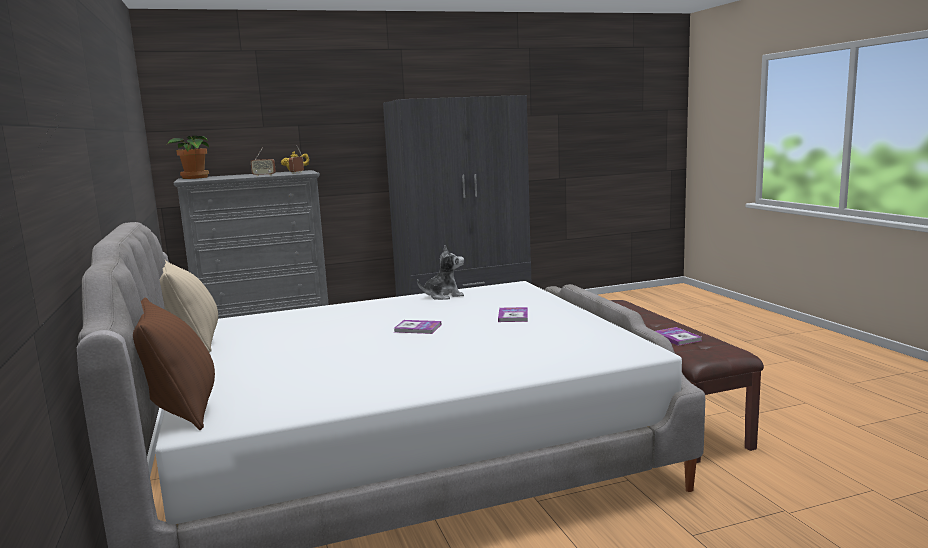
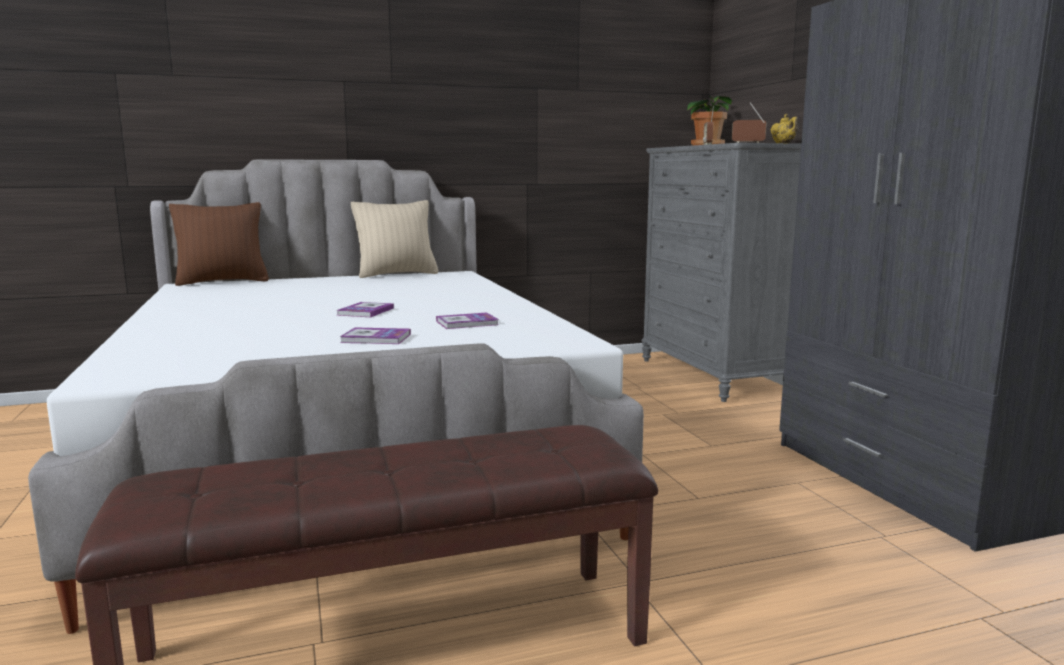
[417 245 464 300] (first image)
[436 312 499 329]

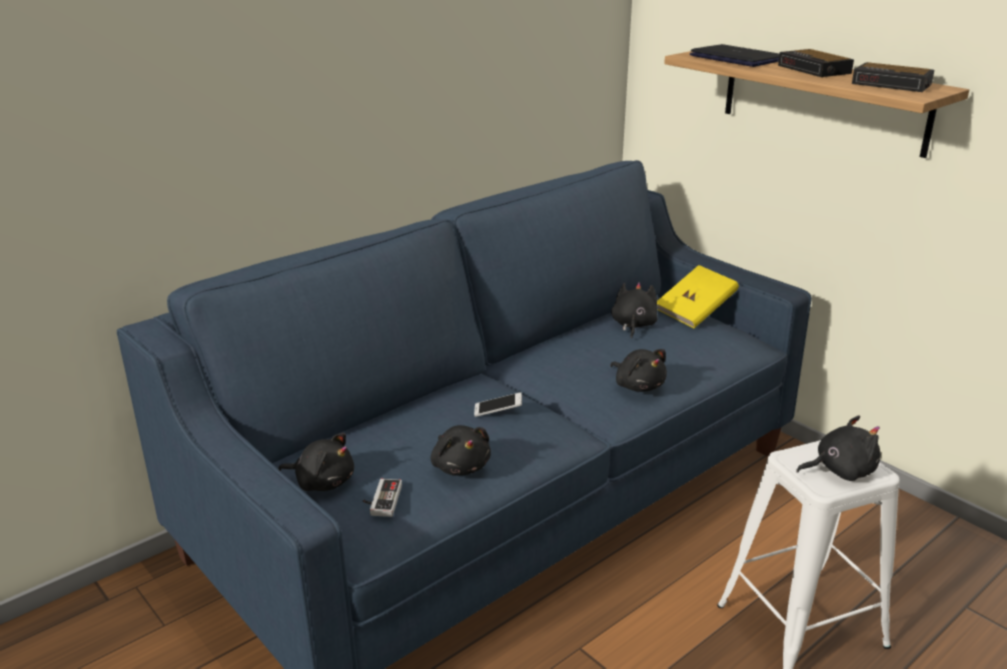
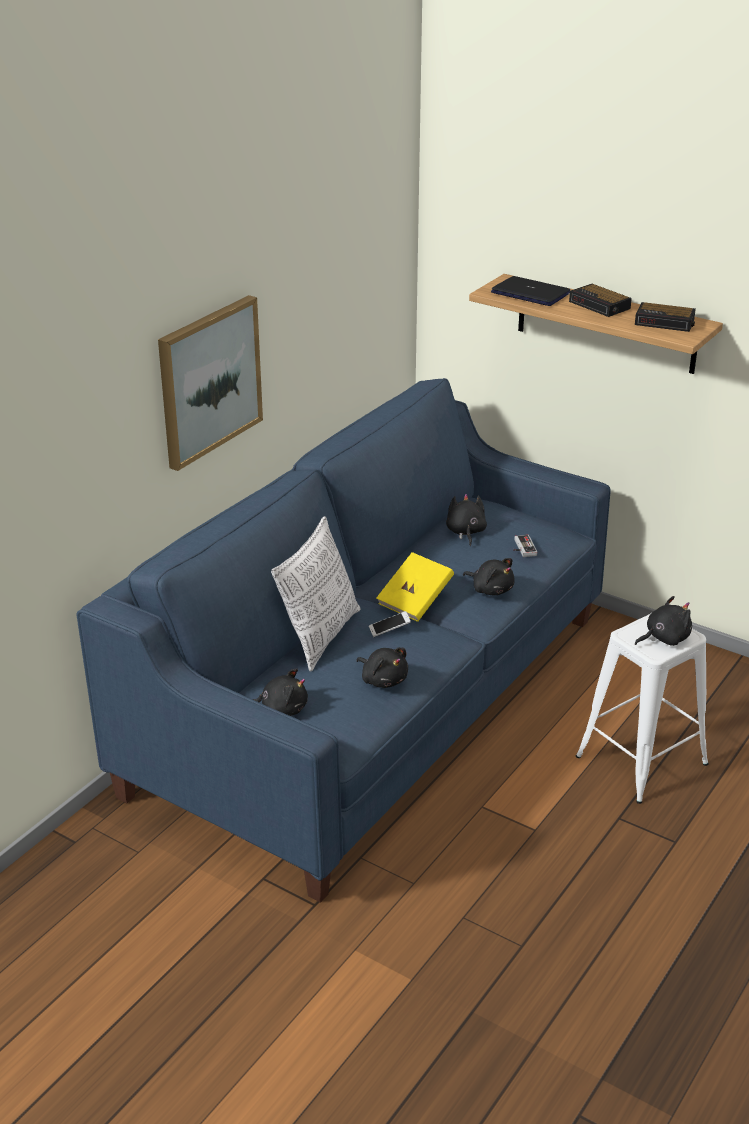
[376 552 454 622]
[513 535 537 557]
[158 295 263 471]
[271 516 361 672]

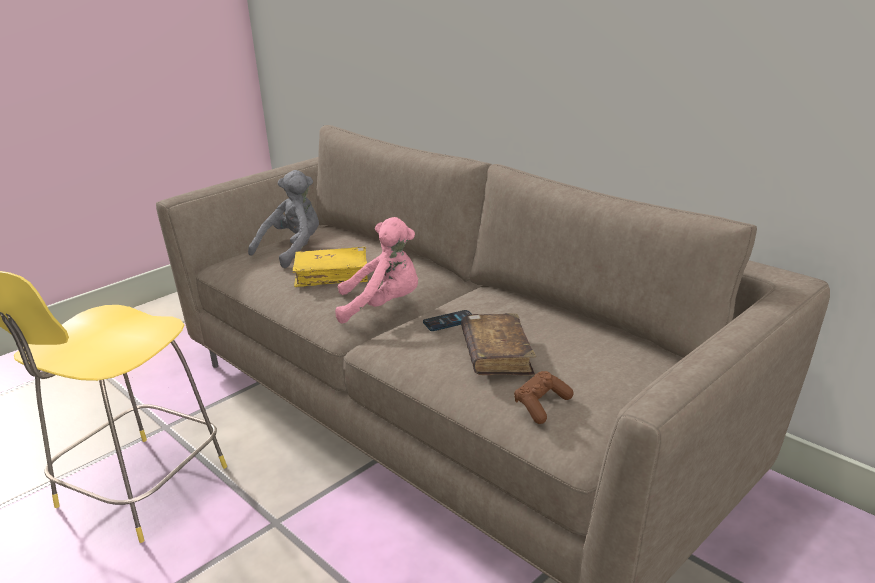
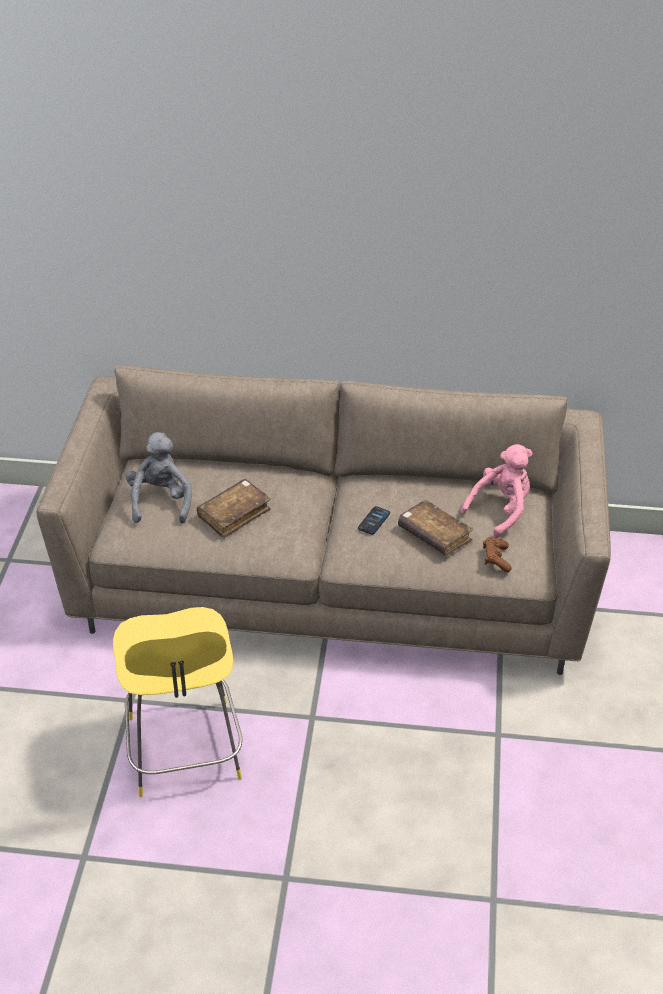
[460 444 532 538]
[197 479 271 538]

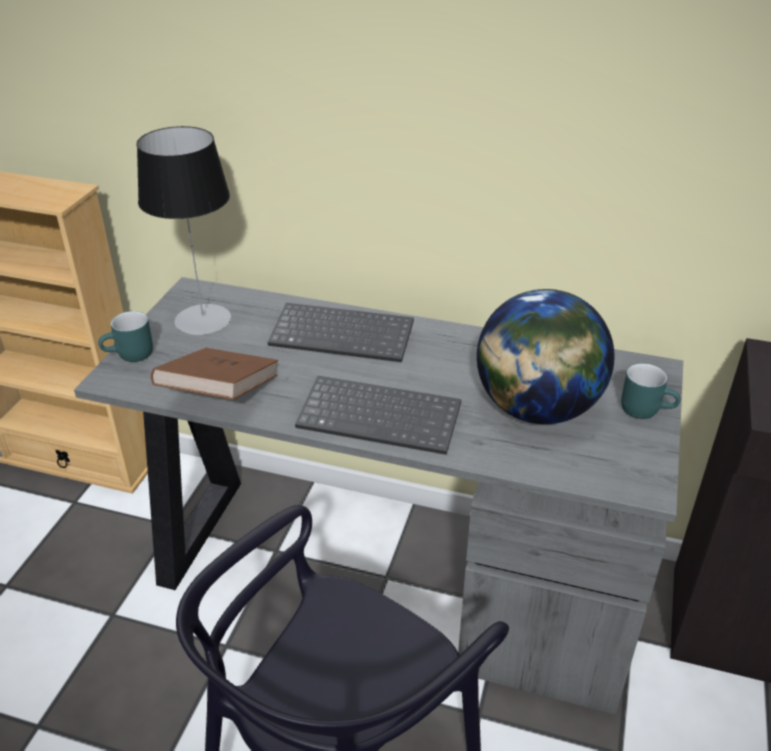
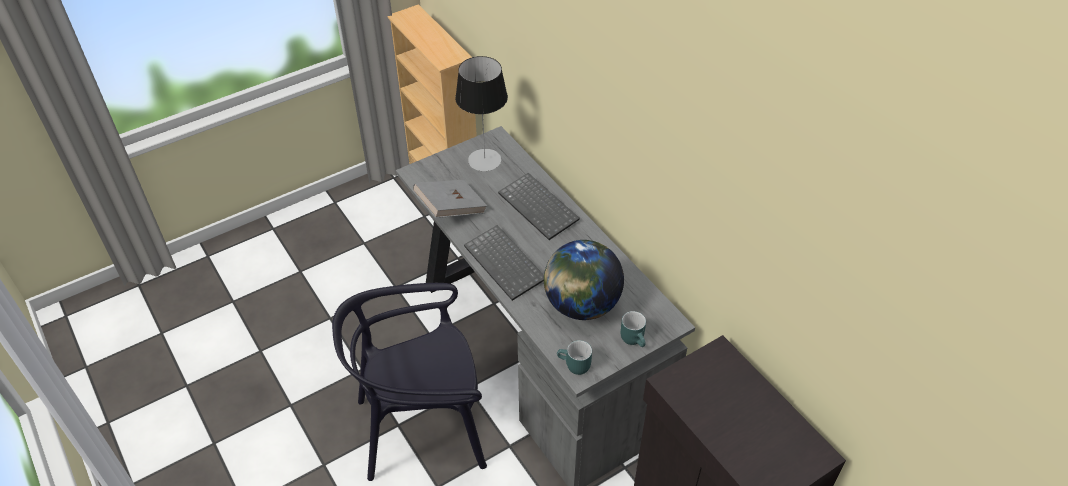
[557 340 592 375]
[412 180 487 218]

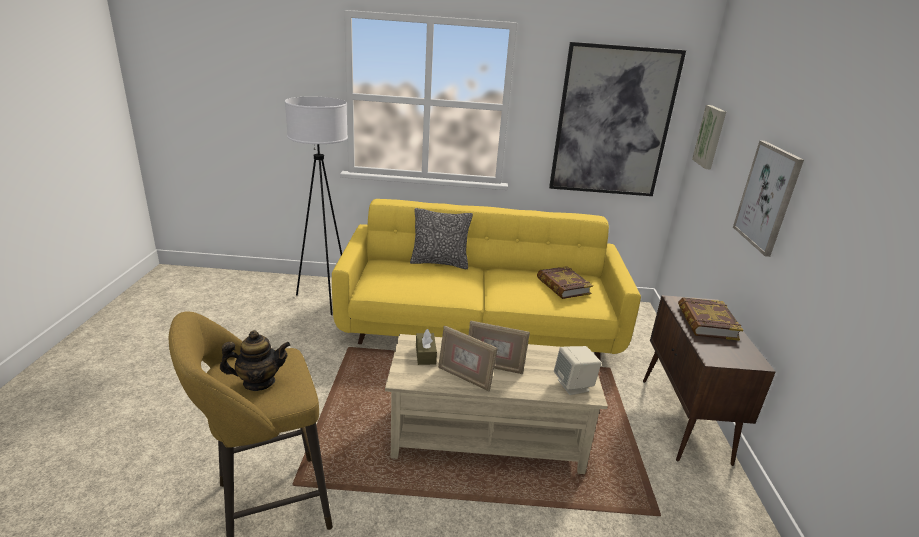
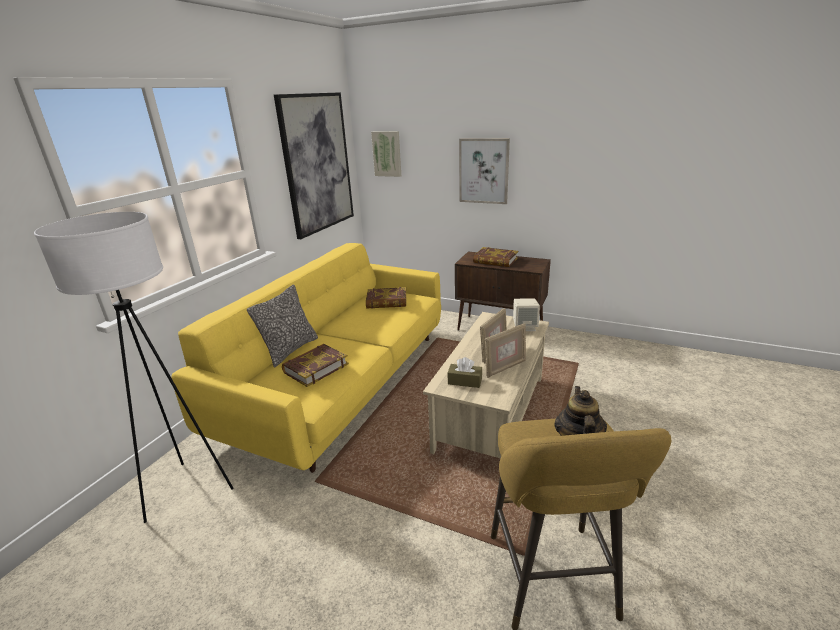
[282 344 349 387]

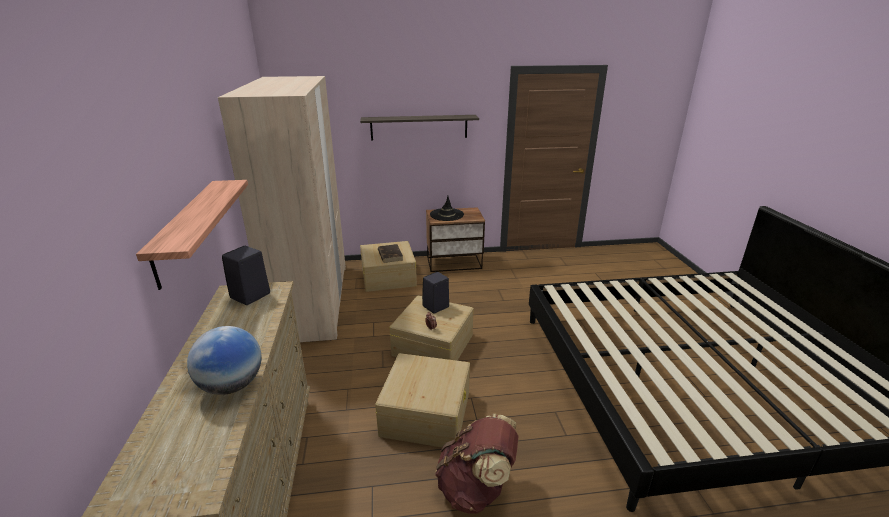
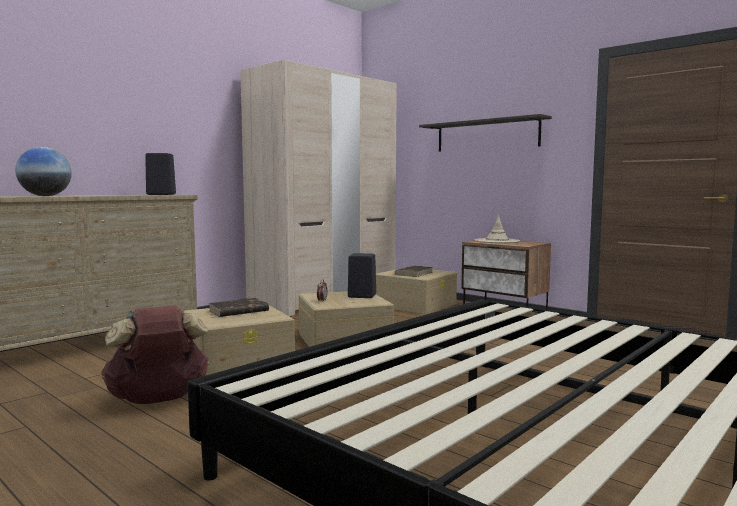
[136 180 248 290] (first image)
[474 214 520 243]
[208 298 269 317]

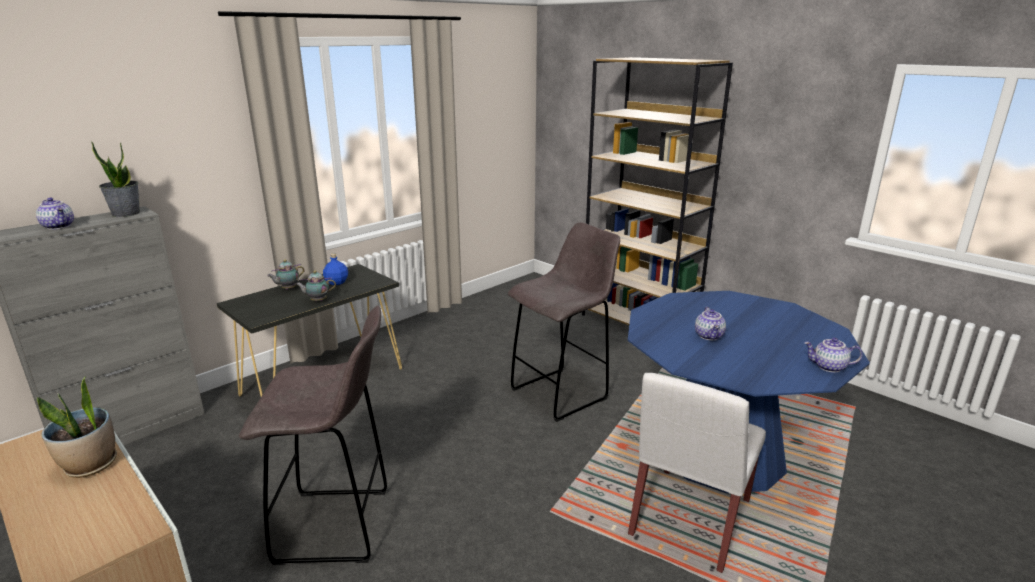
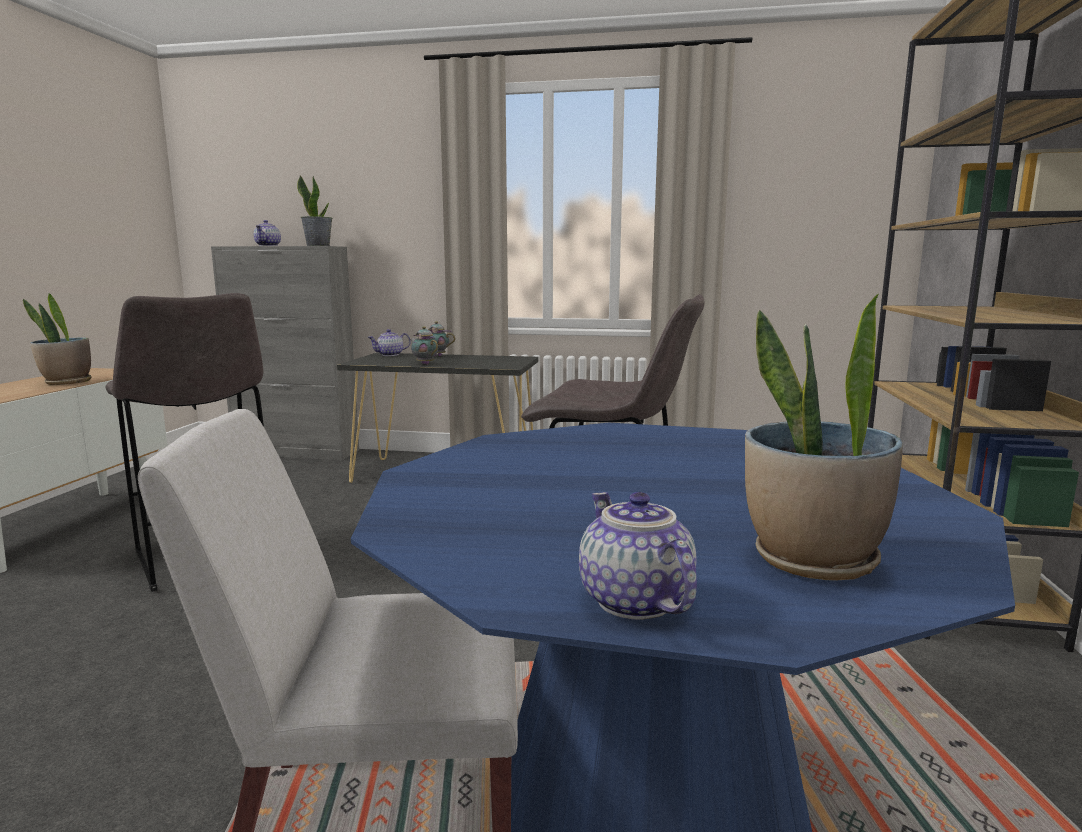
[323 253 348 285] (first image)
[368 329 411 356]
[745 293 903 580]

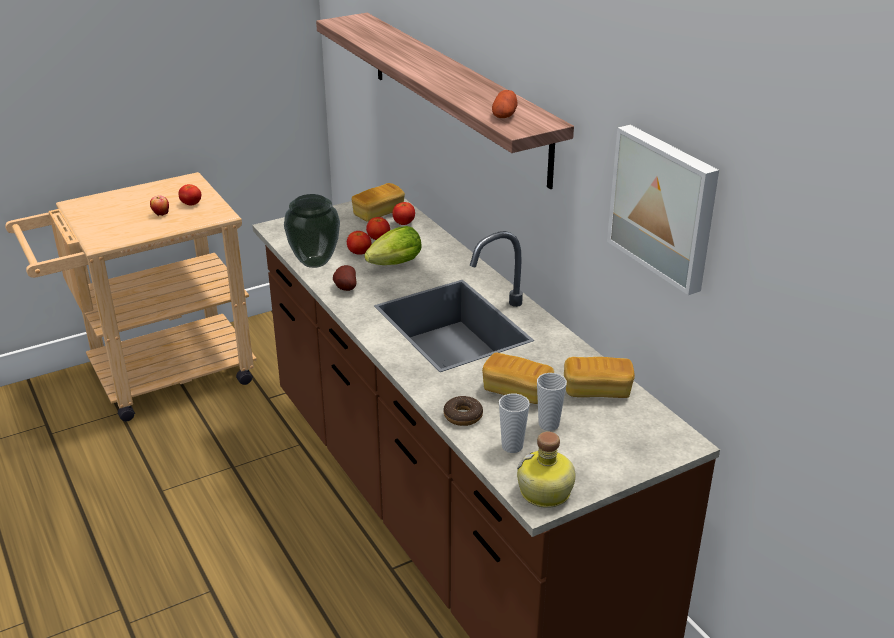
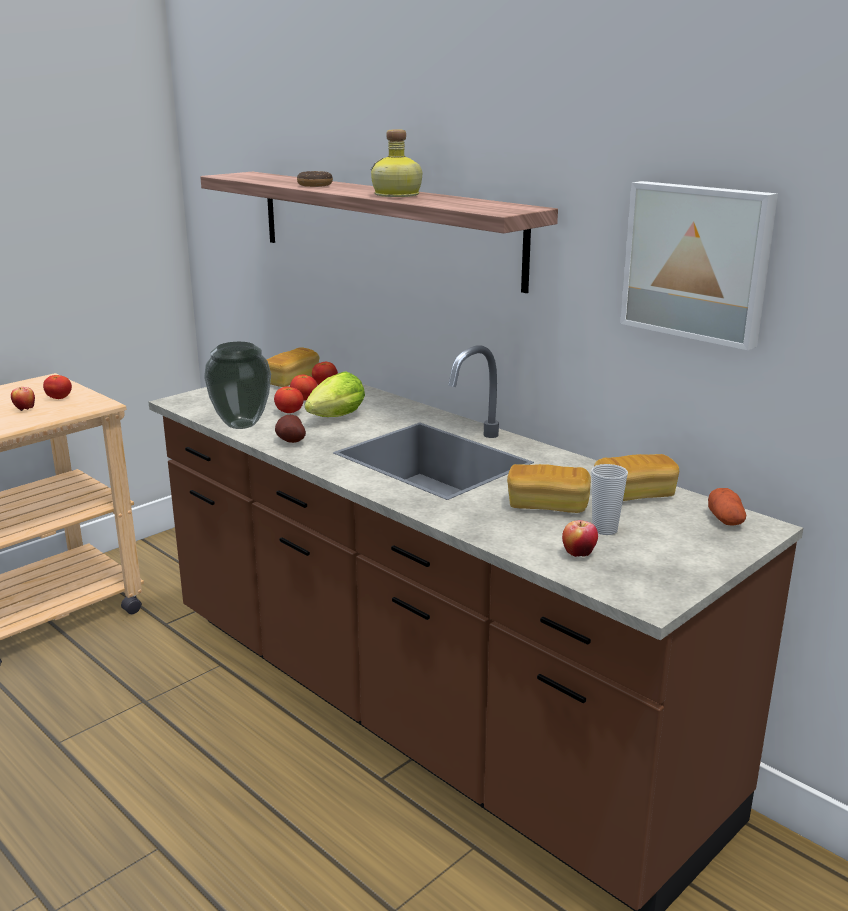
[708 488 746 525]
[562 520 598 557]
[297 171 333 187]
[371 129 422 197]

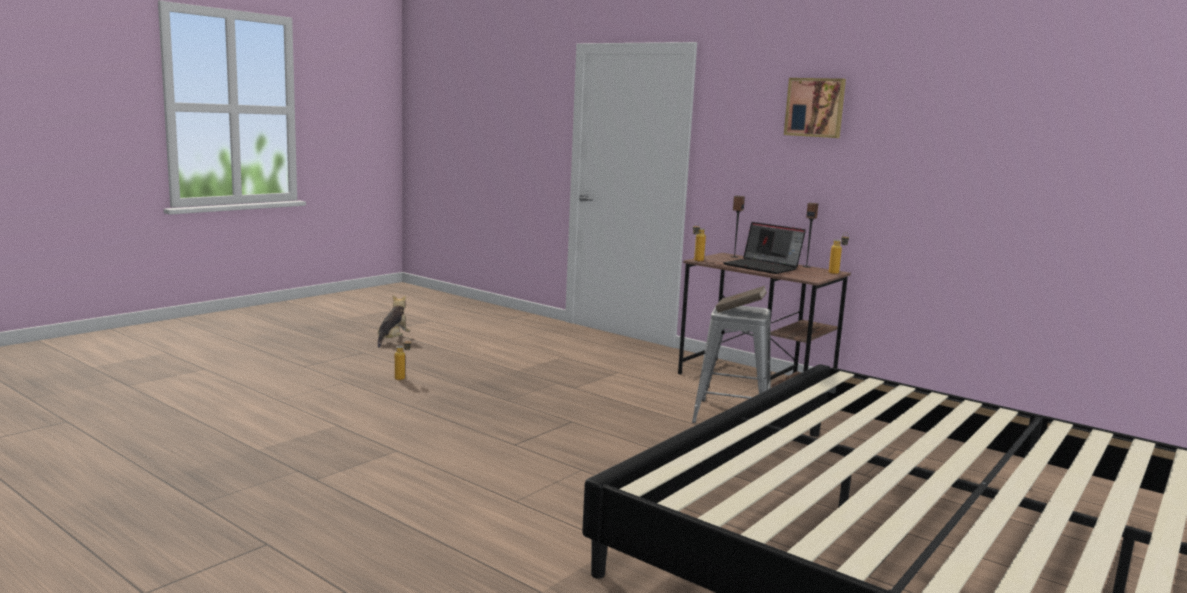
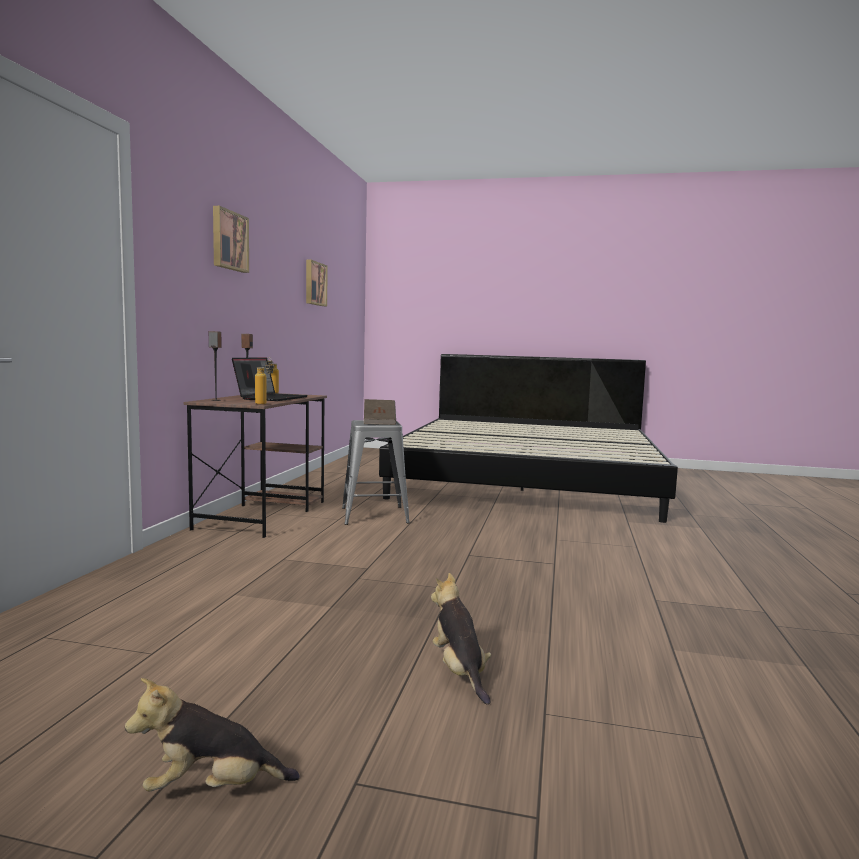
[431 573 491 705]
[306 260 328 306]

